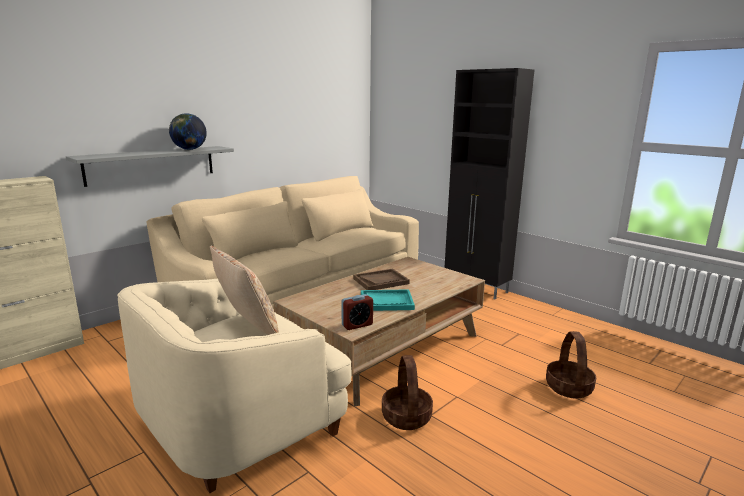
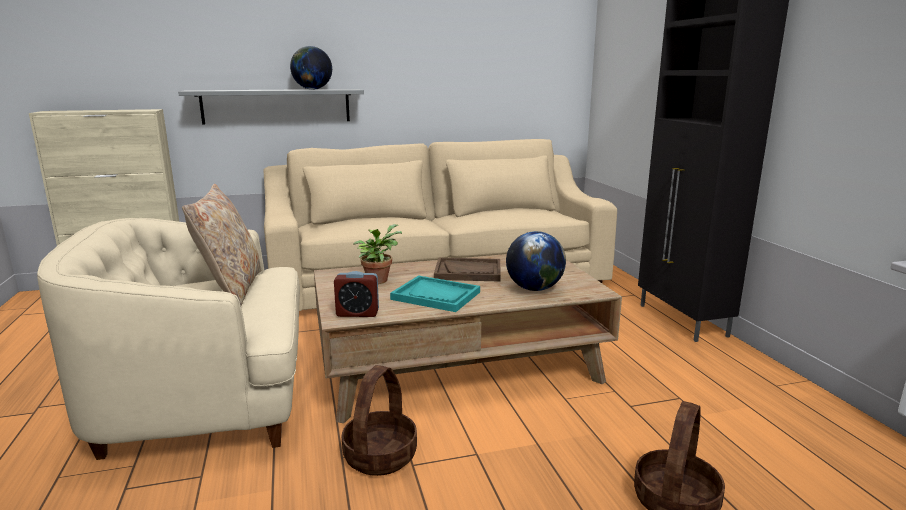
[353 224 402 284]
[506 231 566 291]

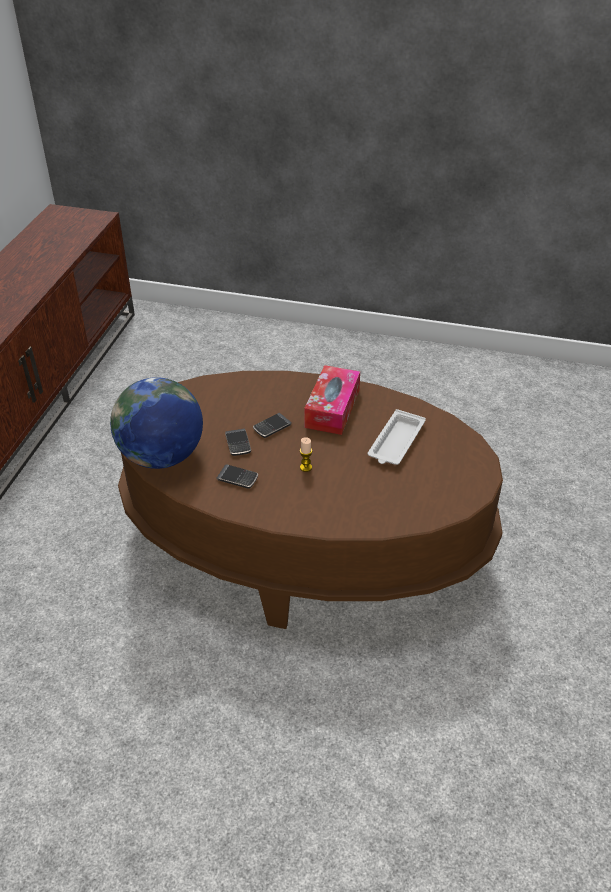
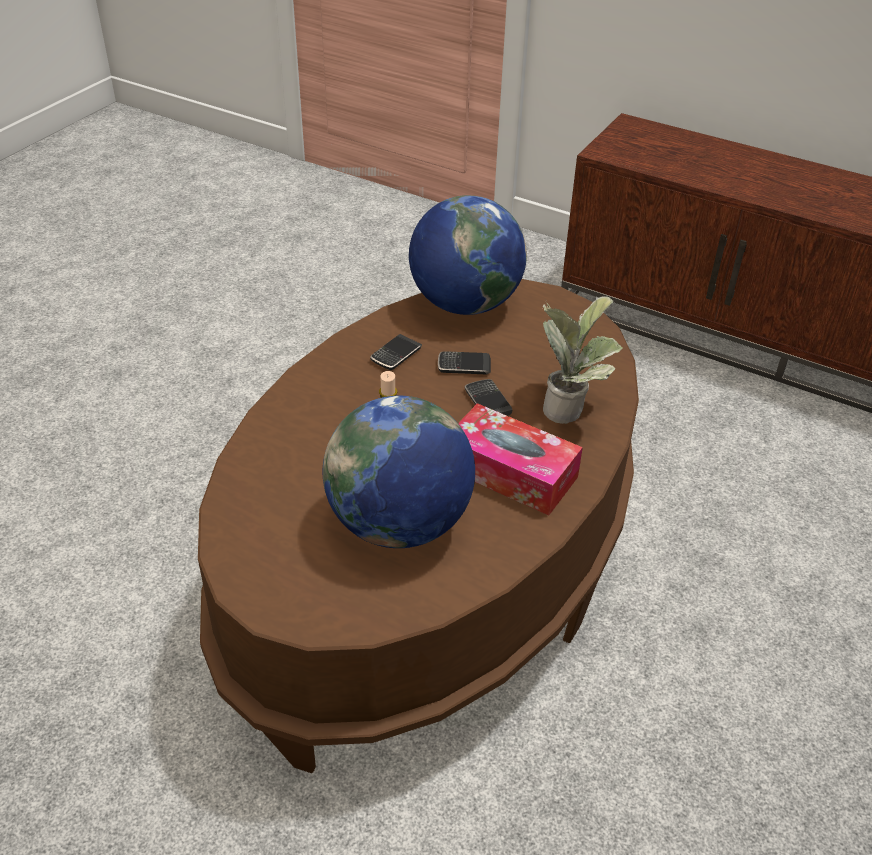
[323 395 475 548]
[542 296 623 424]

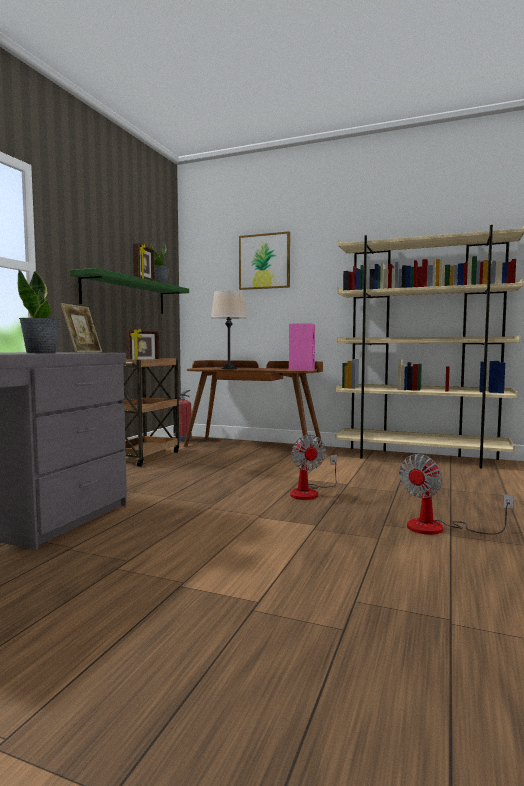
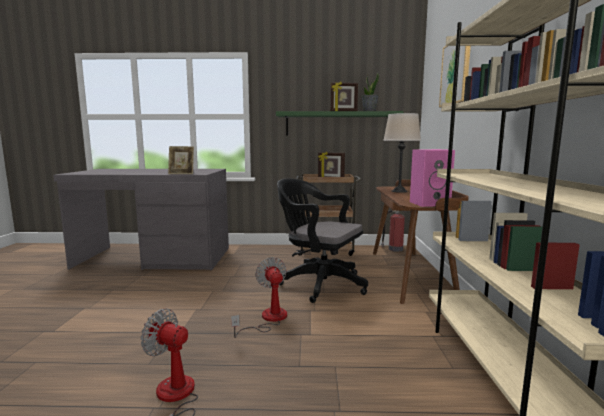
[18 269 61 353] (first image)
[231 257 287 338]
[277 178 368 303]

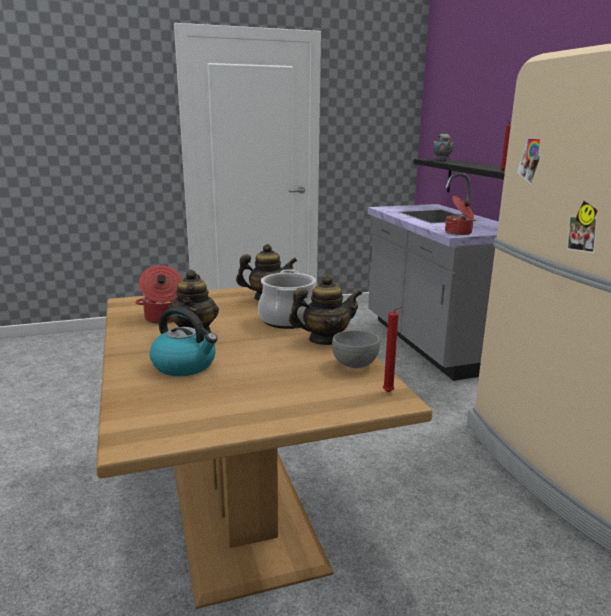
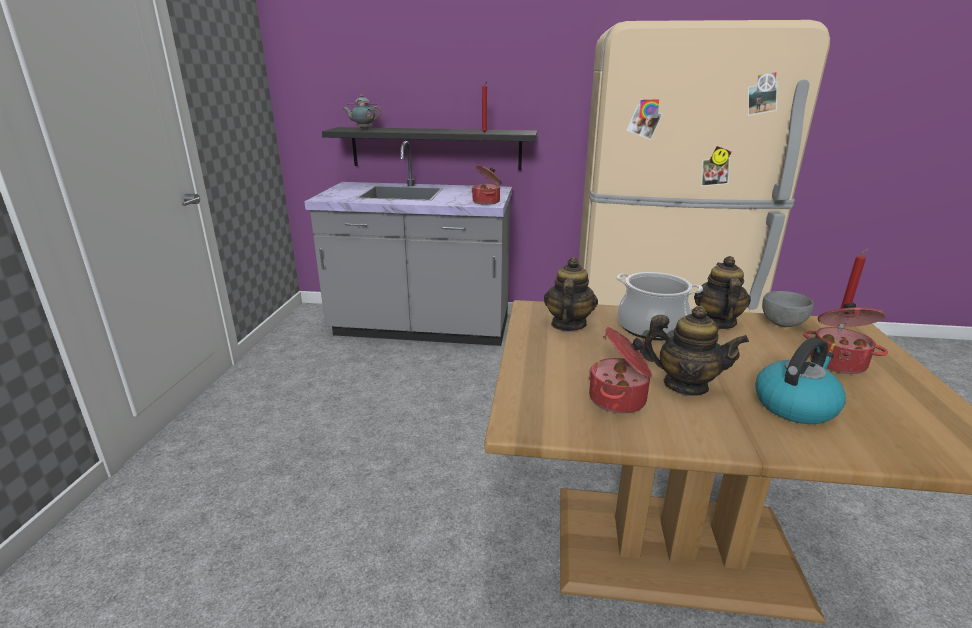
[803 303 888 374]

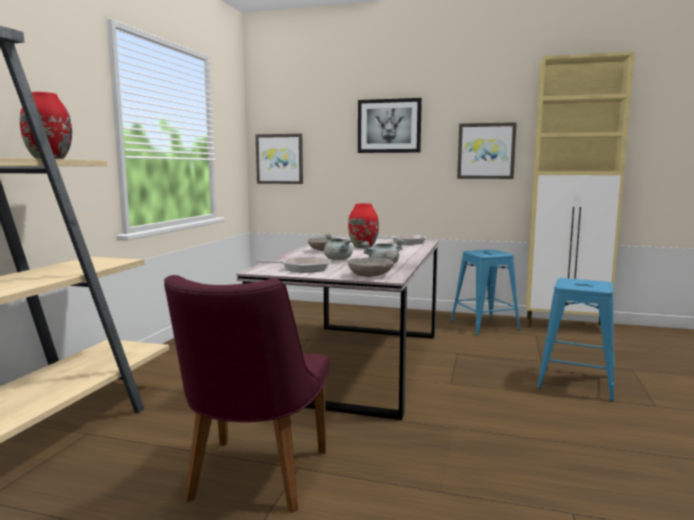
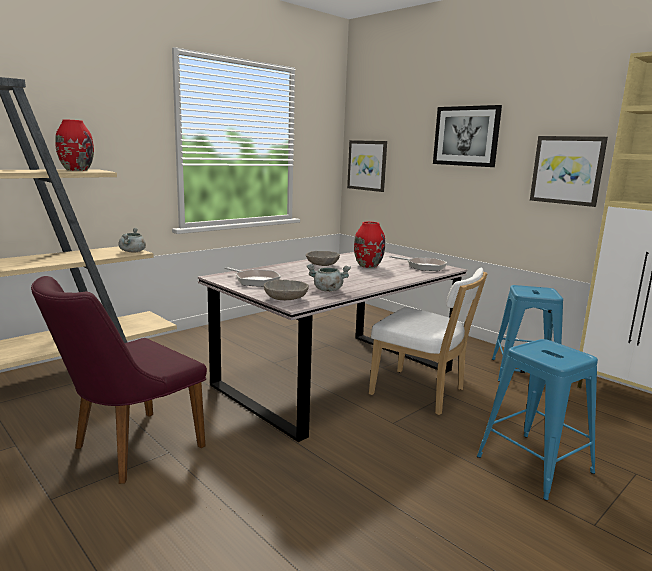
[118 228 146 253]
[369 268 487 415]

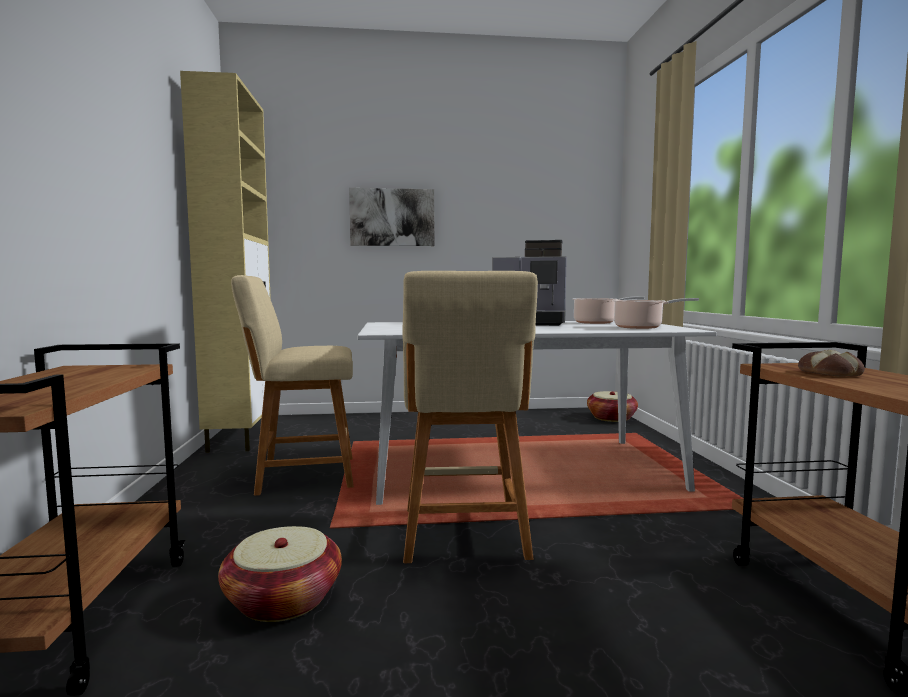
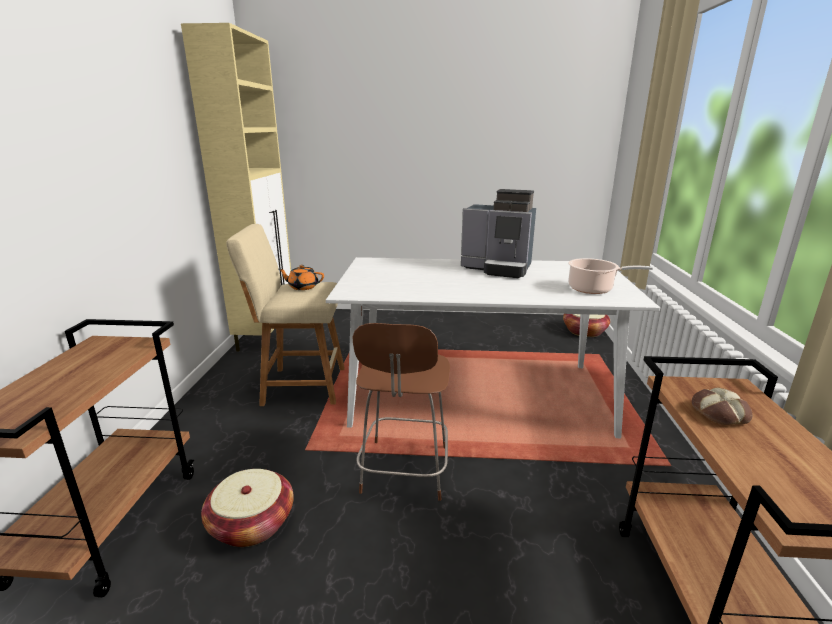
[349 188 435 246] (first image)
[353 323 450 501]
[573 296 644 324] (first image)
[278 265 324 290]

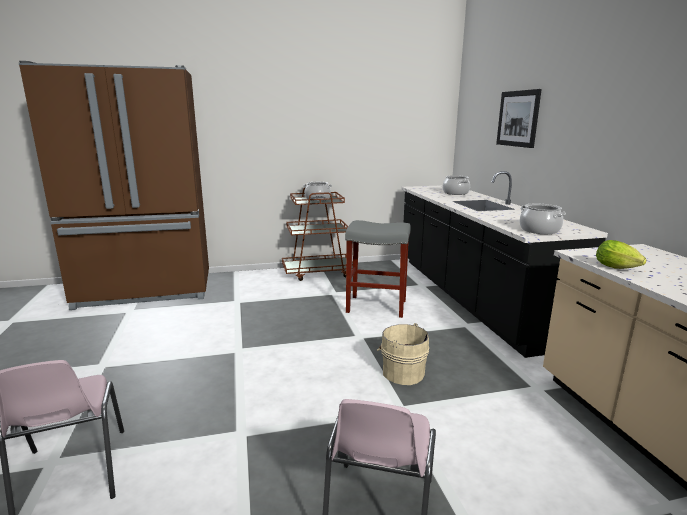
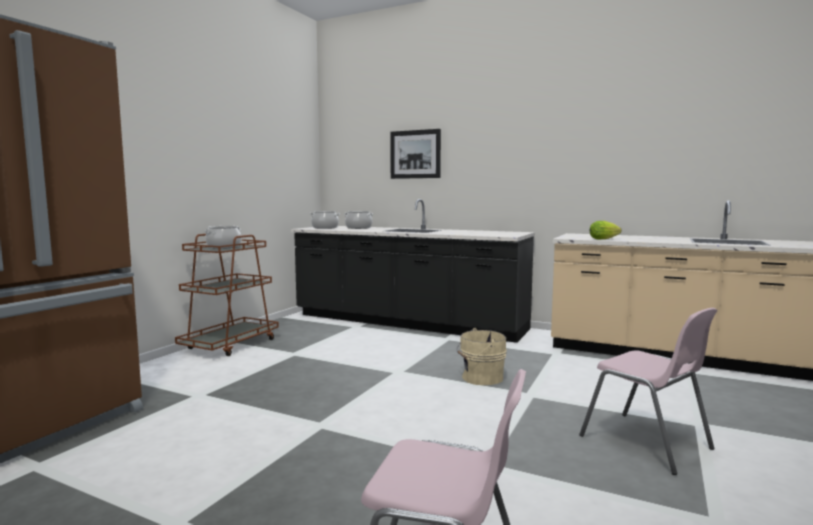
[310 211 340 229]
[345 220 411 318] (first image)

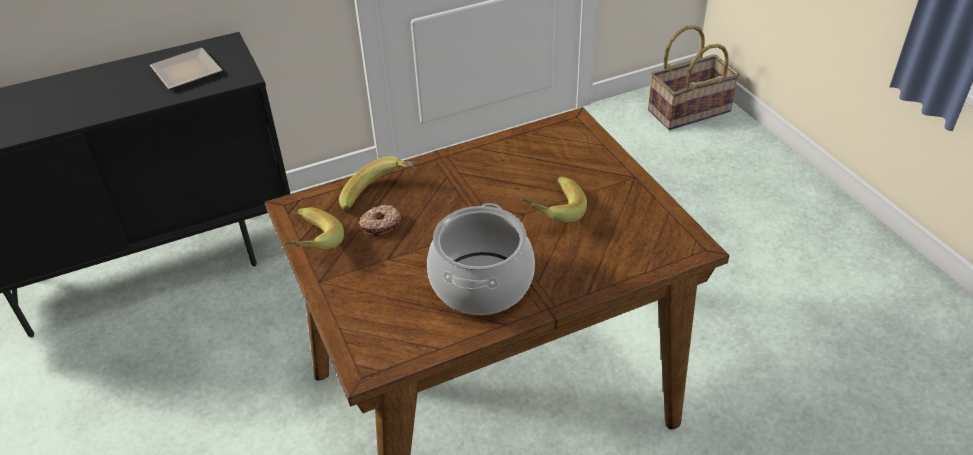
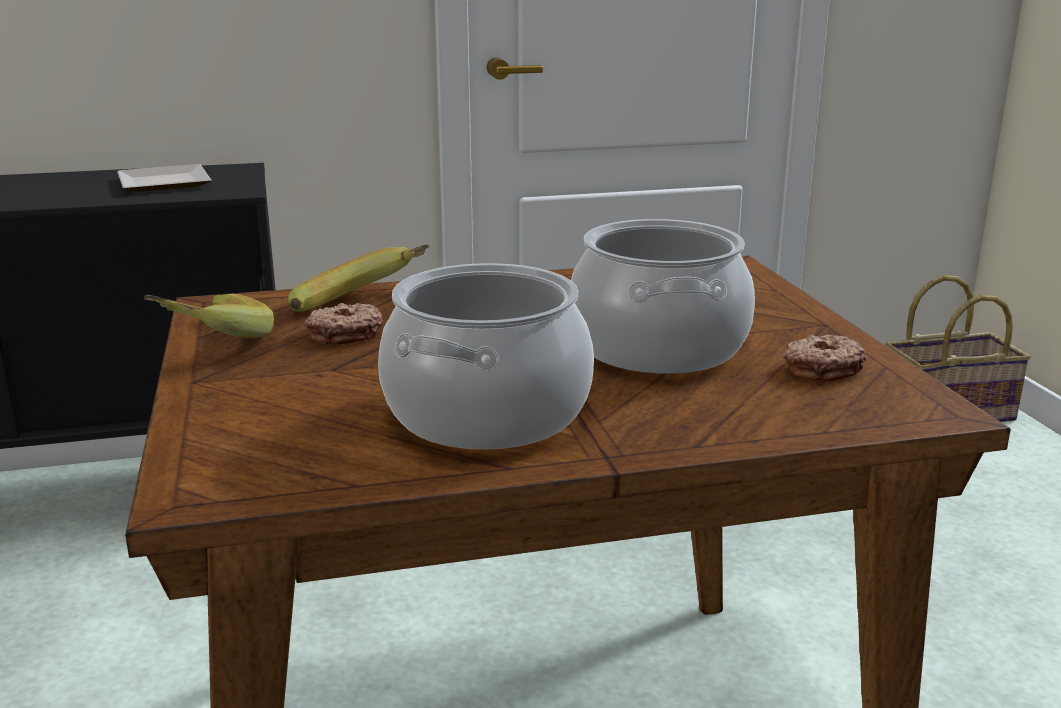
[571 219 755 374]
[783 334 866 381]

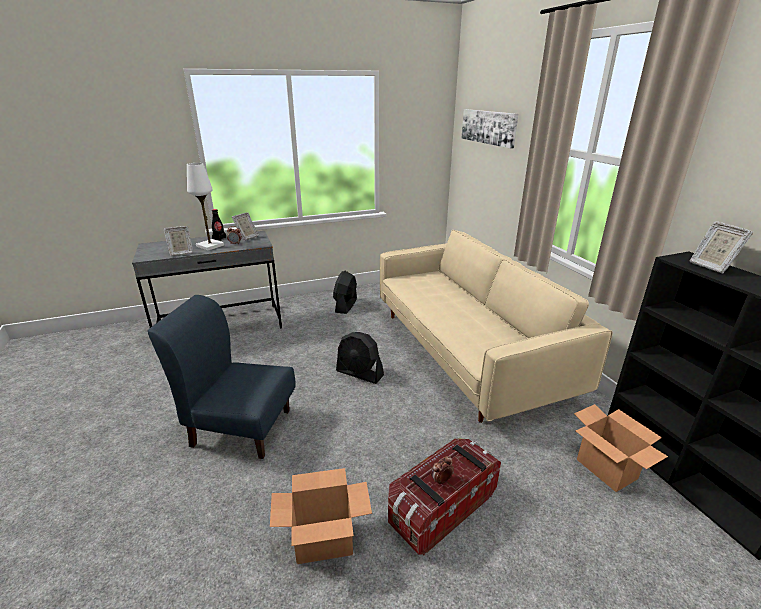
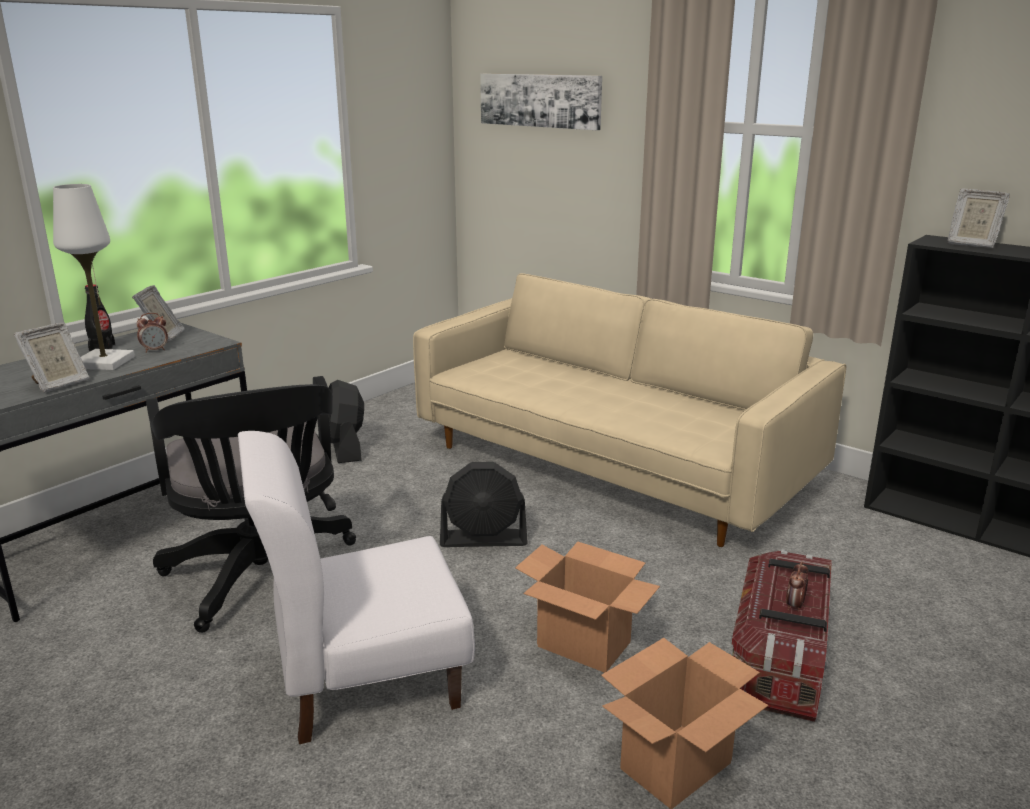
[238 431 475 744]
[515 542 660 673]
[146 376 356 633]

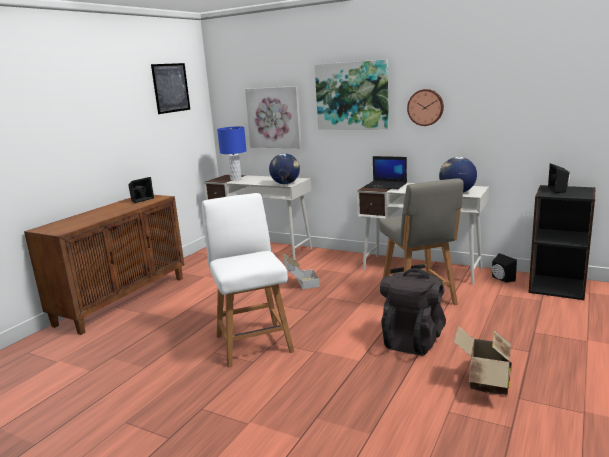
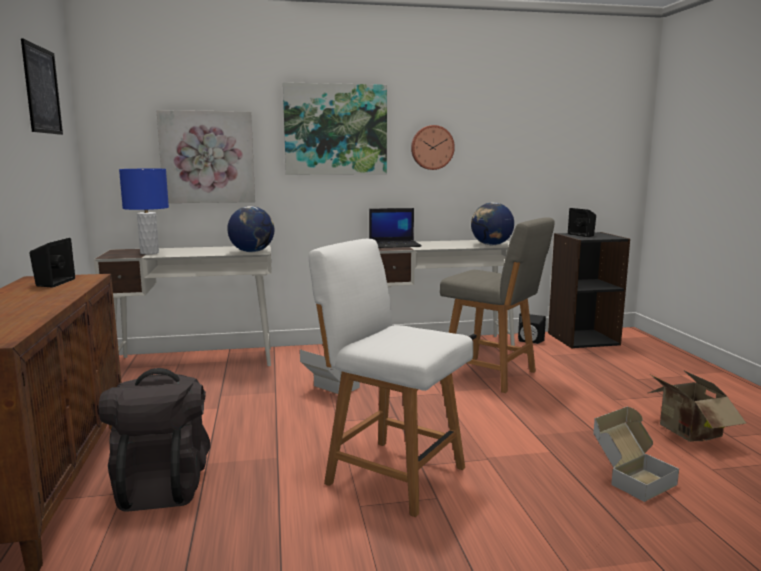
[99 368 210 512]
[593 407 679 502]

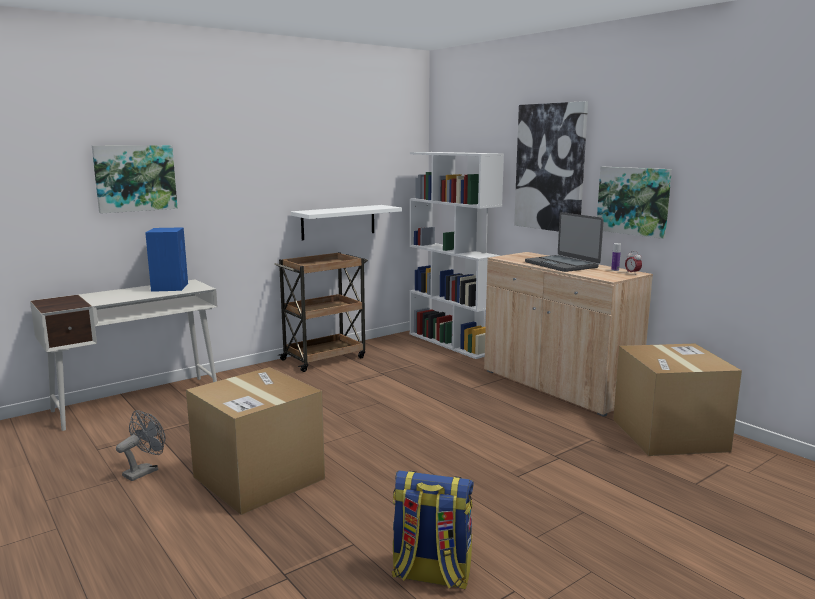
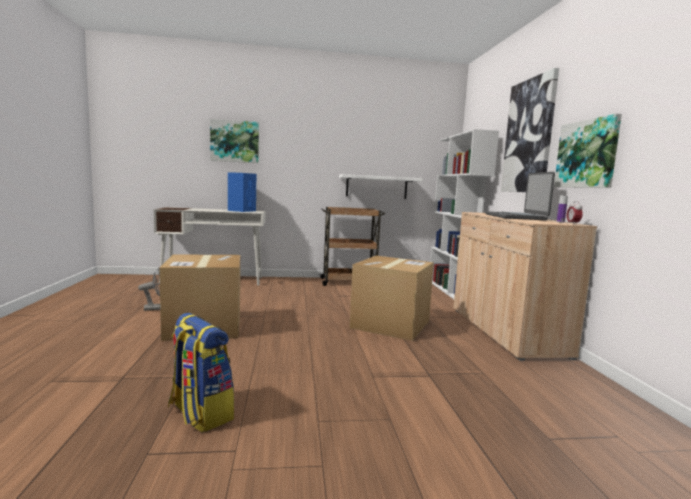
[349 256 434 341]

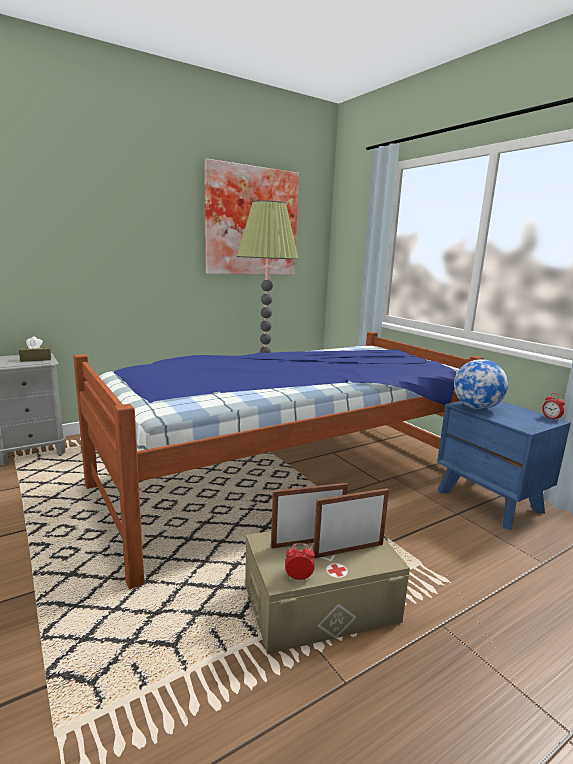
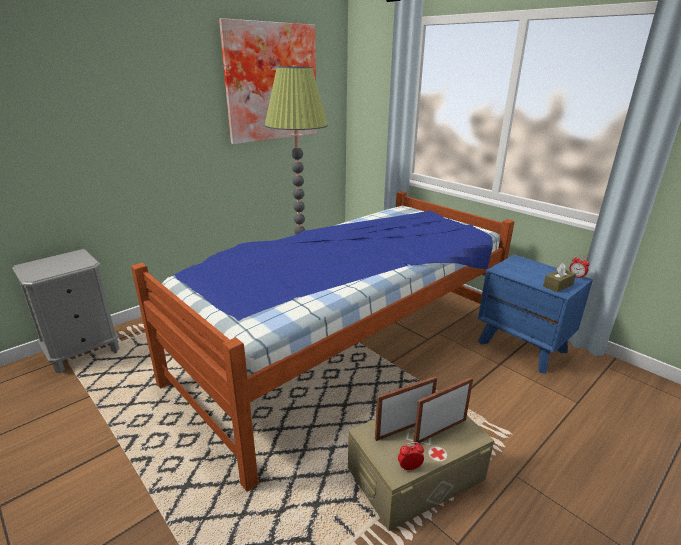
[543 263 576 292]
[454 359 508 409] (first image)

